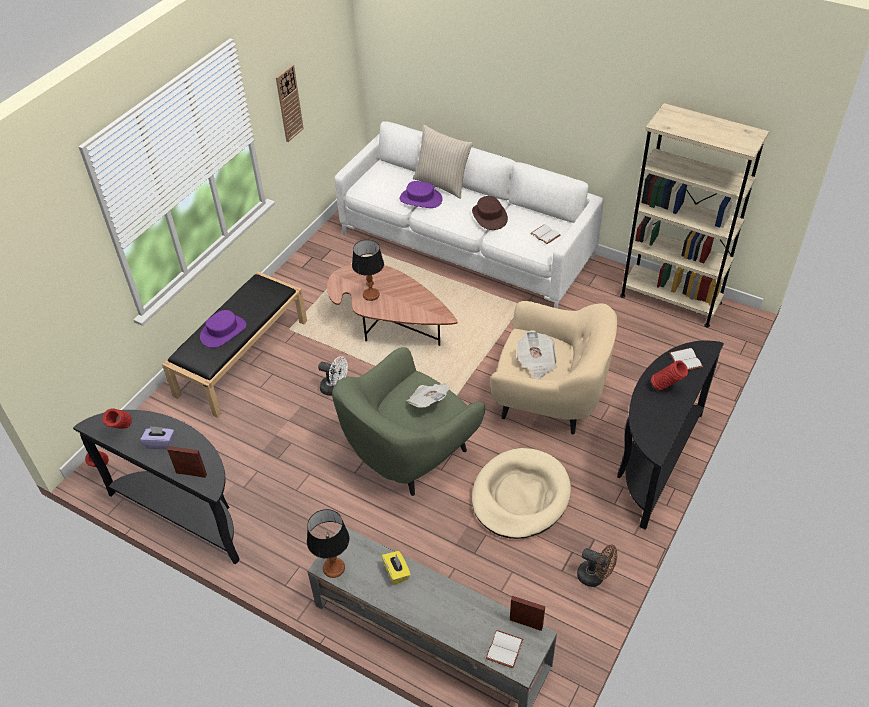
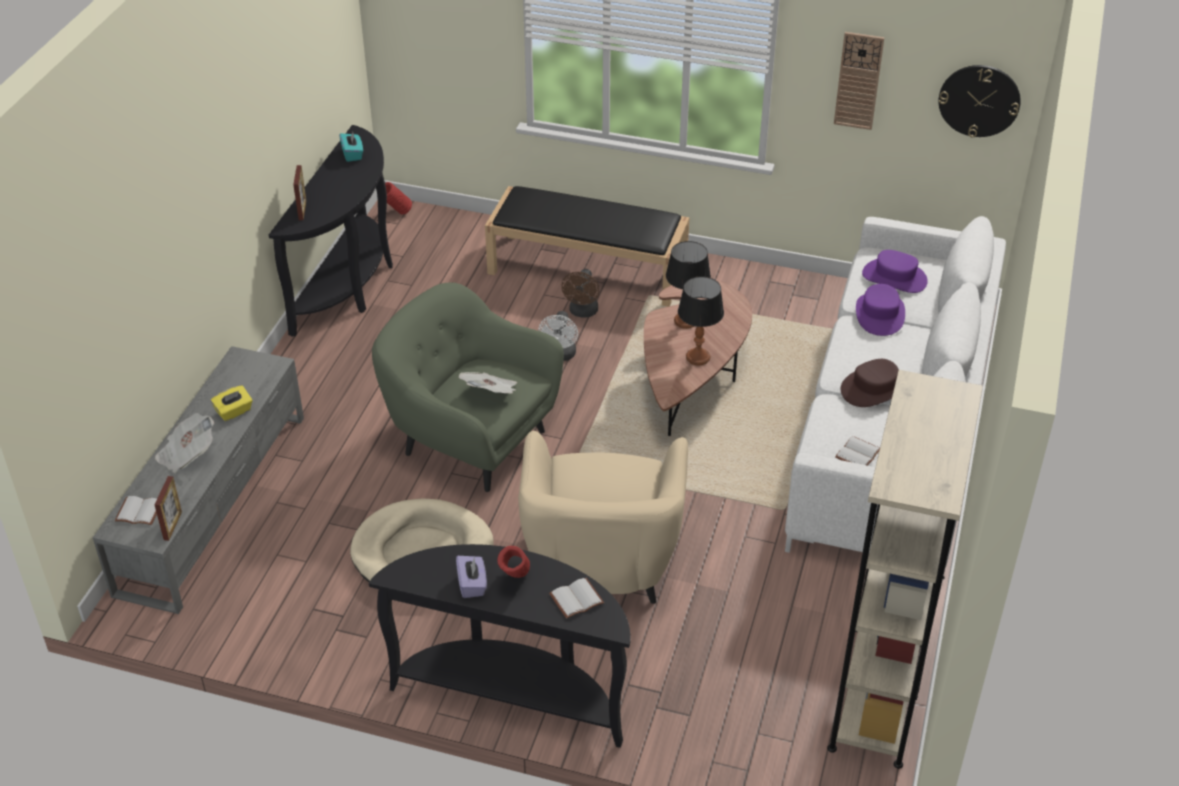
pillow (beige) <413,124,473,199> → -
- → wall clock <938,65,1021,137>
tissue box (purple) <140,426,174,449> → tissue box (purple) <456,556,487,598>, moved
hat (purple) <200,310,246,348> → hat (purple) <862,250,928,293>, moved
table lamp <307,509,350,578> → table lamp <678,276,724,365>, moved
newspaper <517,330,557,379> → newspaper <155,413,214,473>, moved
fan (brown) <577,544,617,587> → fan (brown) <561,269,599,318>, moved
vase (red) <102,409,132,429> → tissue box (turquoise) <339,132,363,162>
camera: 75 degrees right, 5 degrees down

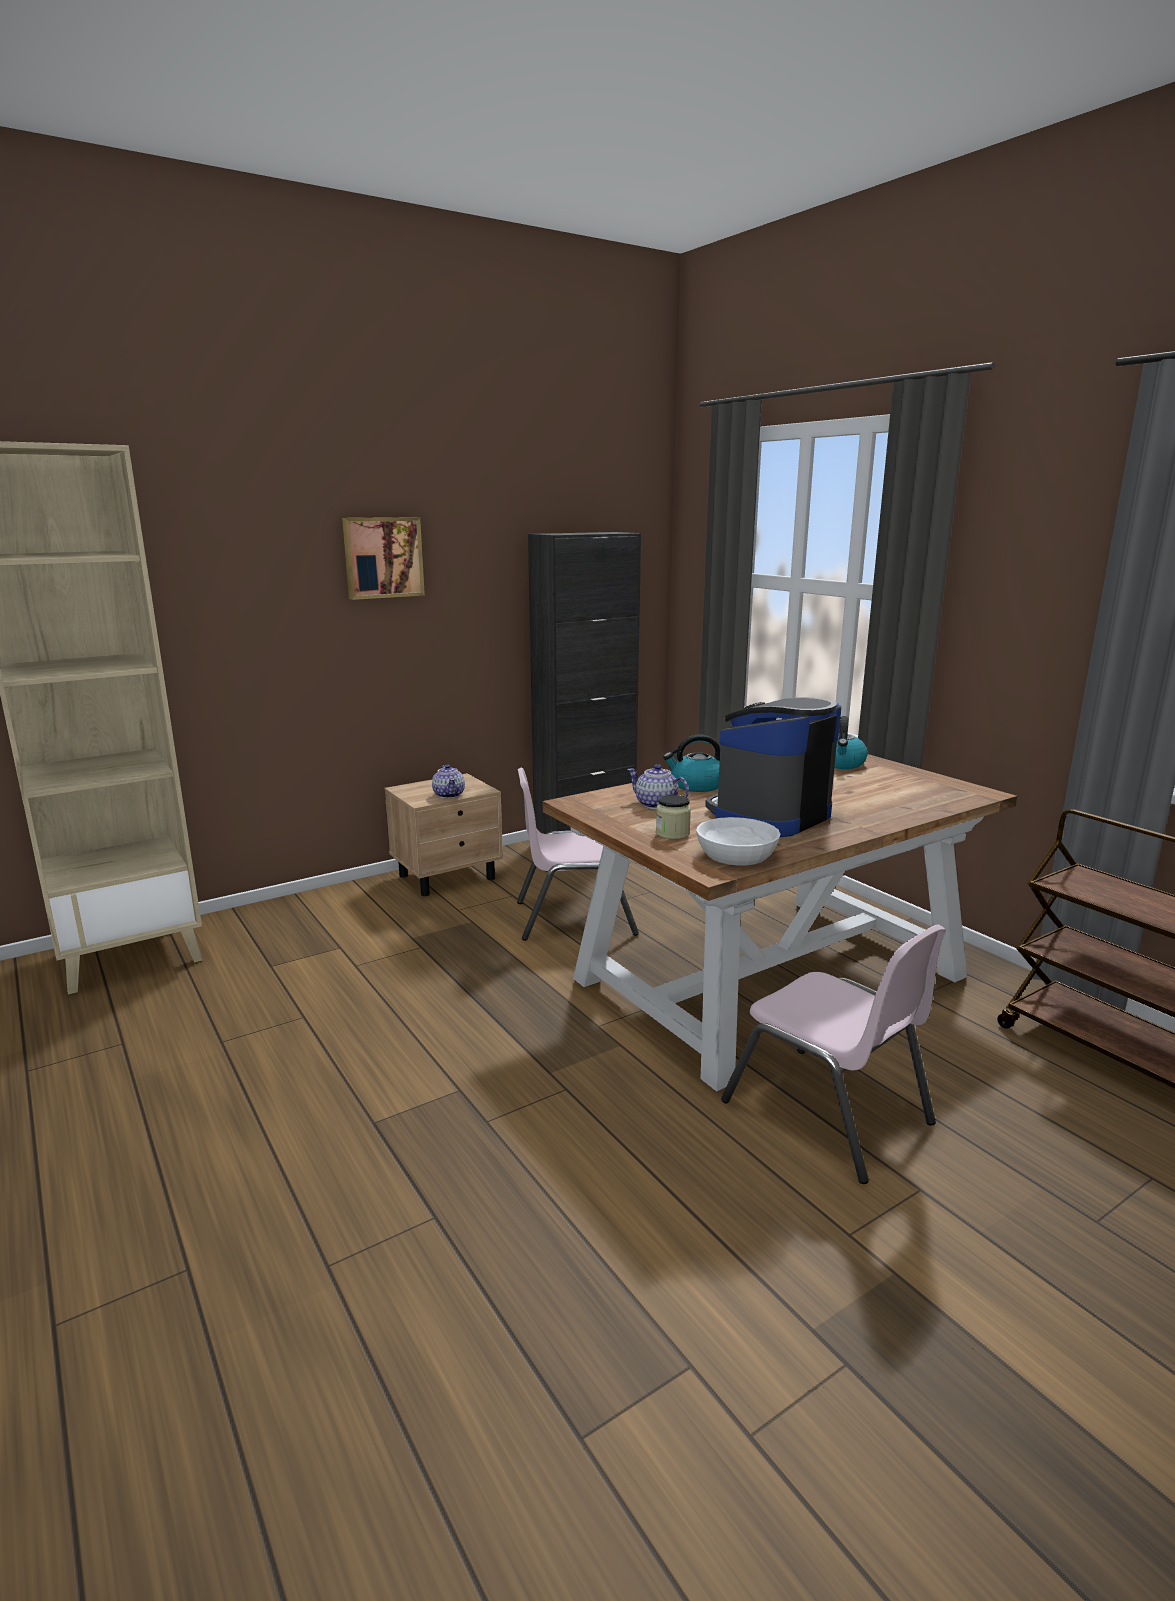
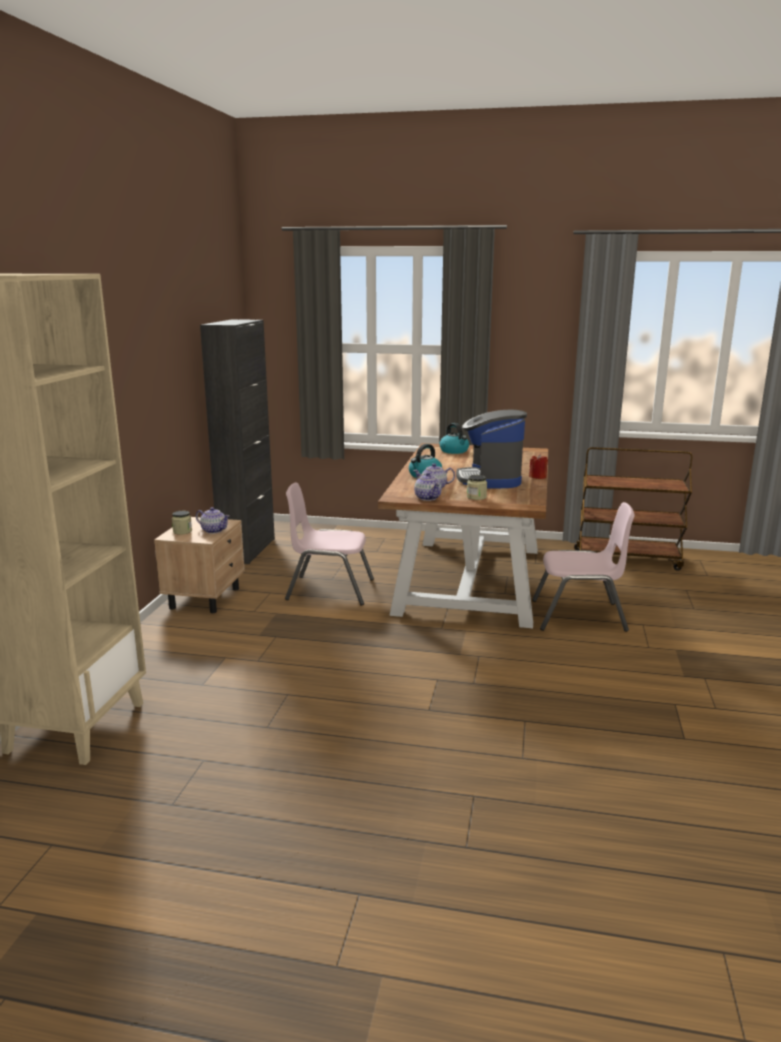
picture <342,517,425,600> → -
bowl (white) <696,817,781,865> → -
- → jar <172,511,192,535>
- → teapot <414,472,442,501>
- → candle (red) <529,454,548,479>
chair (pink) <517,767,639,941> → chair (pink) <285,482,374,606>, 60 degrees clockwise
camera: 45 degrees left, 0 degrees up

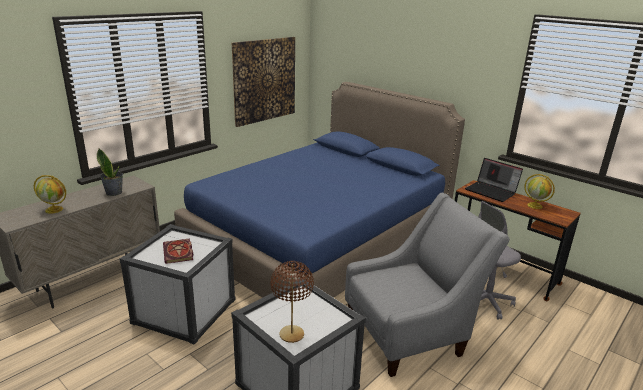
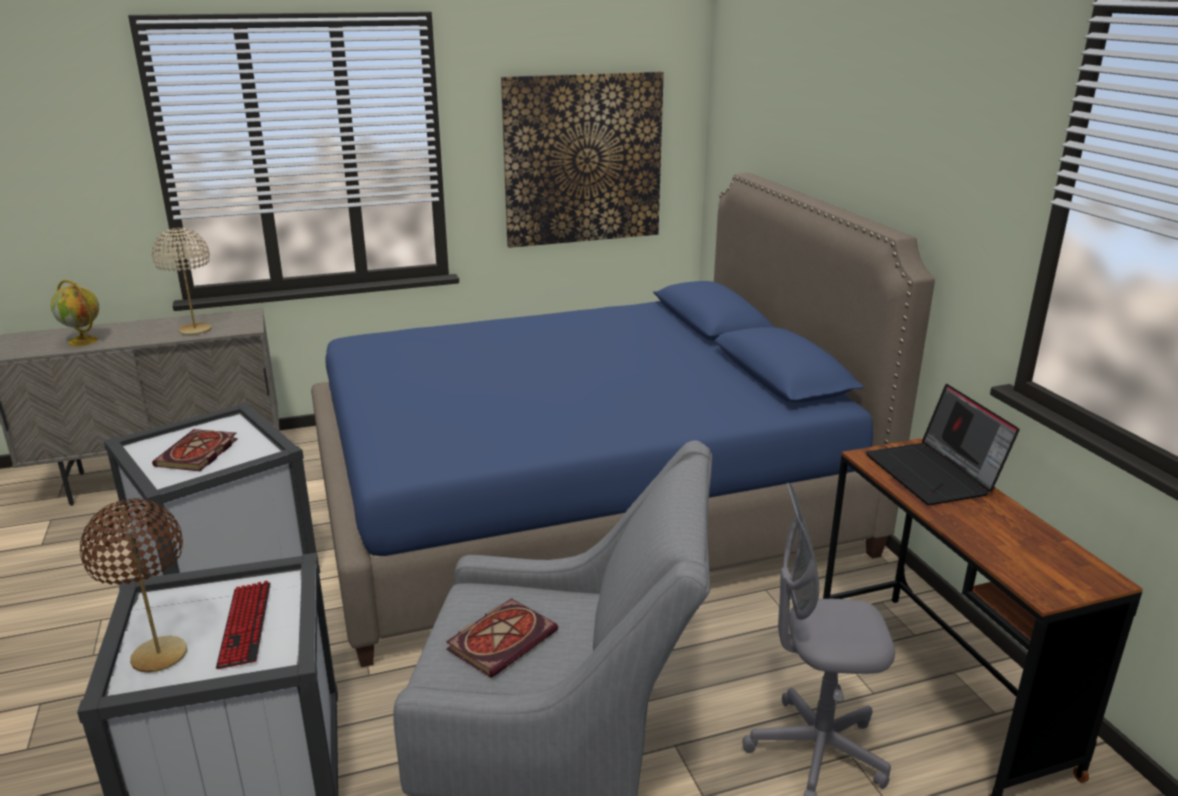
globe <524,174,555,209> → -
- → keyboard <216,581,270,669>
- → book <446,598,558,678>
potted plant <97,149,123,196> → table lamp (beige) <152,227,212,335>
camera: 30 degrees right, 0 degrees up

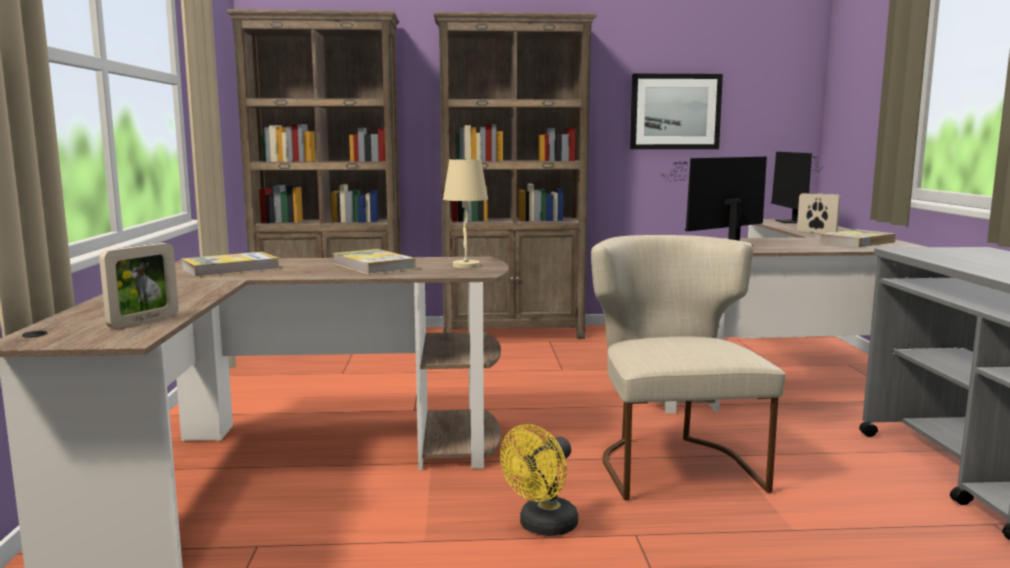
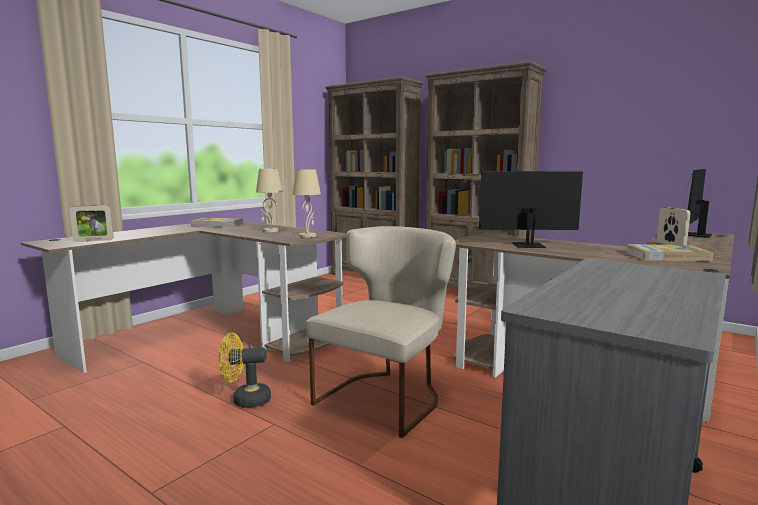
picture <630,74,723,149> → -
book <333,249,416,275> → table lamp (beige) <256,169,283,232>
camera: 40 degrees right, 0 degrees up

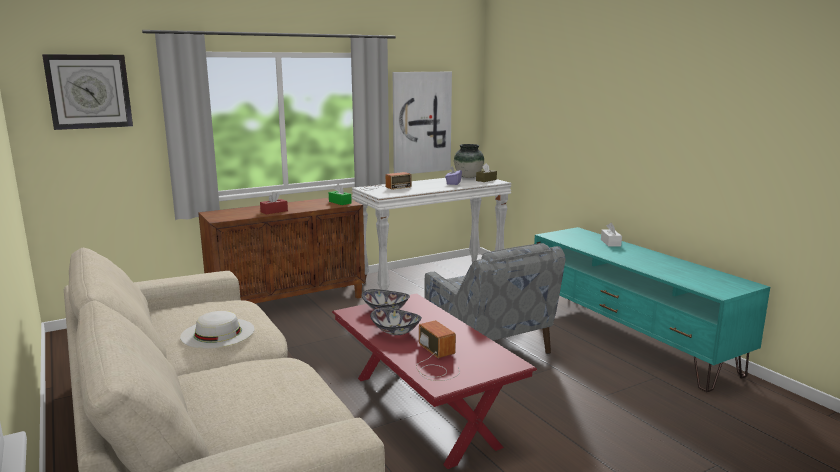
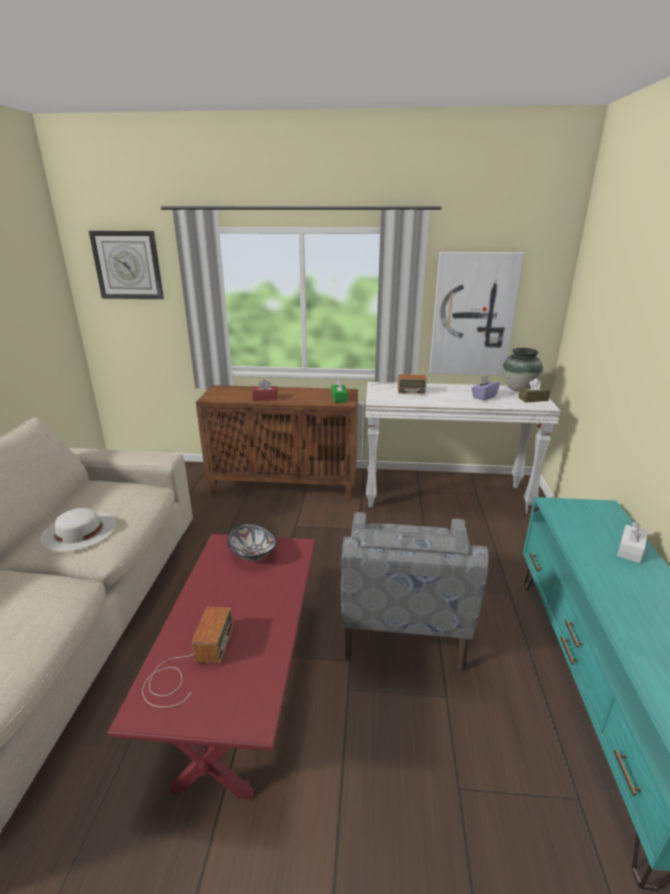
bowl <370,308,422,335> → -
camera: 35 degrees right, 10 degrees up

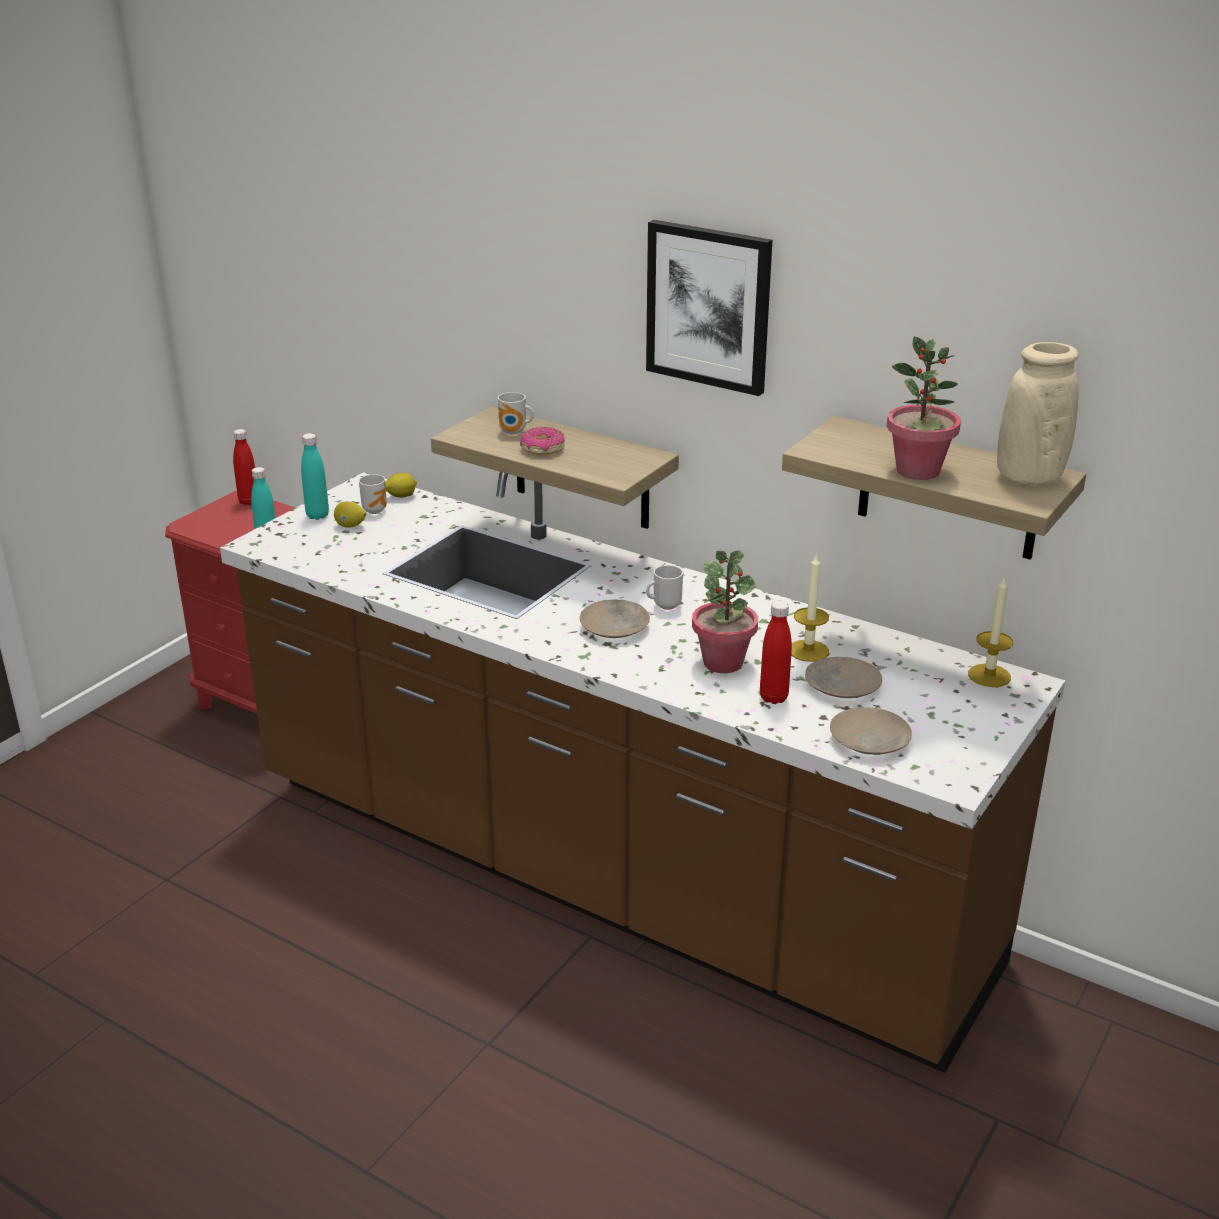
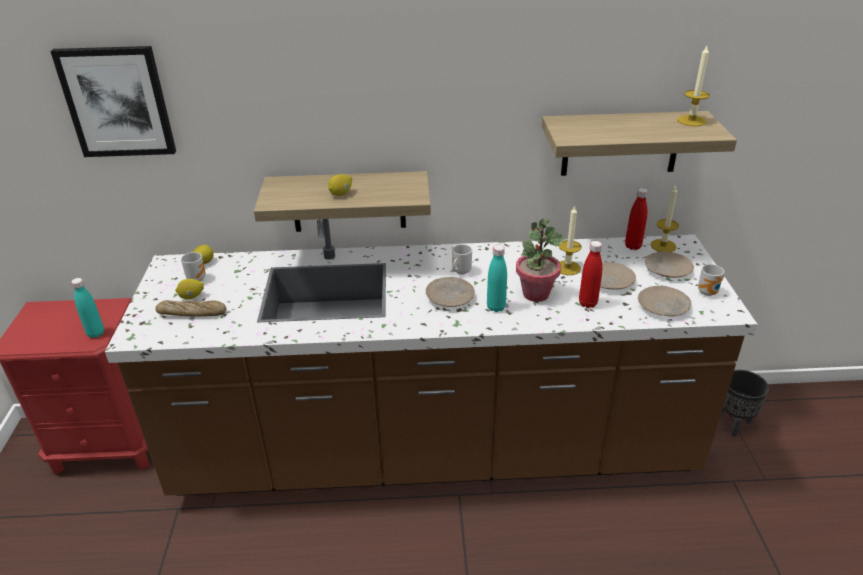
potted plant <887,336,961,480> → -
- → bread <155,300,226,316>
- → plate (beige) <645,252,694,278>
- → planter (black) <720,370,769,437>
bottle (red) <233,429,255,505> → bottle (red) <625,188,648,250>, moved
bottle (turquoise) <301,433,329,520> → bottle (turquoise) <487,245,507,312>, moved
mug <498,392,534,435> → mug <698,264,724,296>, moved
picture <646,220,772,396> → picture <50,46,176,157>, moved
donut <520,427,565,455> → lemon <328,174,352,196>
vase (beige) <997,342,1079,485> → candle <677,46,710,126>
camera: 35 degrees left, 5 degrees up

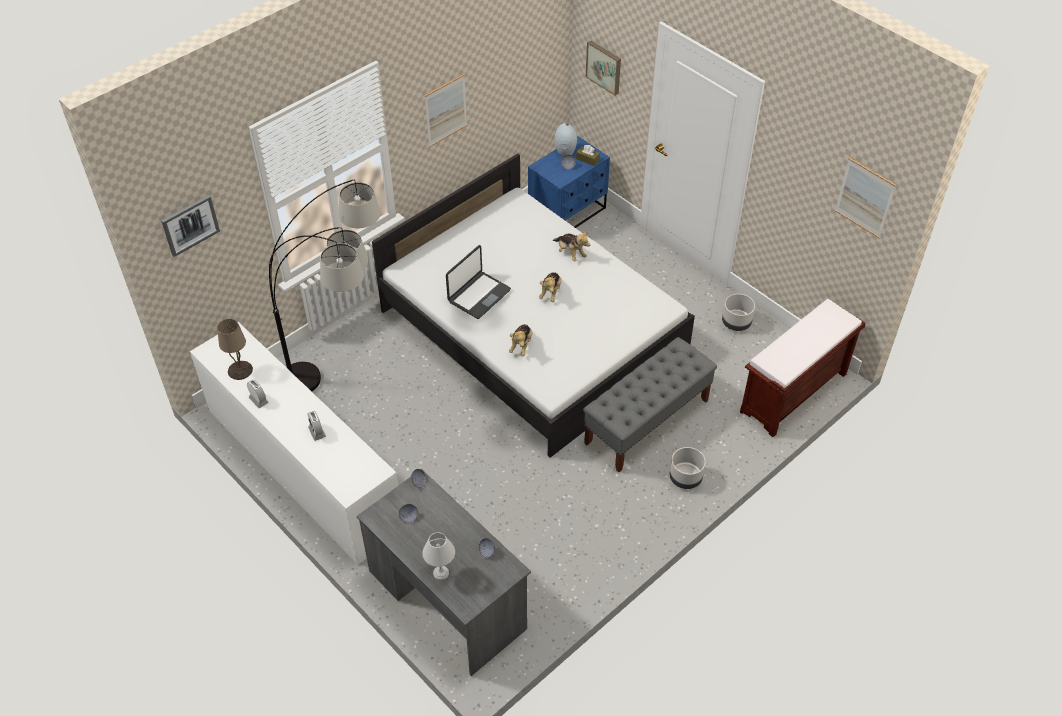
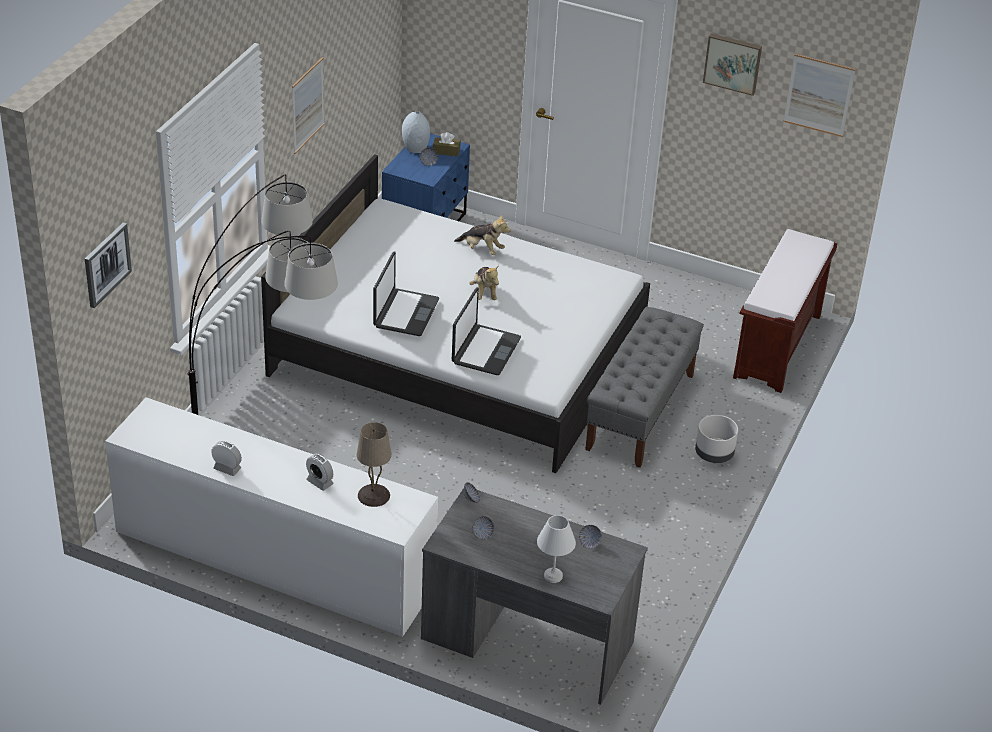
planter (grey) <722,294,755,331> → -
table lamp (beige) <217,319,253,380> → table lamp (beige) <357,422,391,507>, moved
picture <586,40,621,95> → picture <703,34,762,96>, moved
plush toy <509,324,532,356> → laptop <452,287,521,375>
camera: 25 degrees left, 10 degrees down

